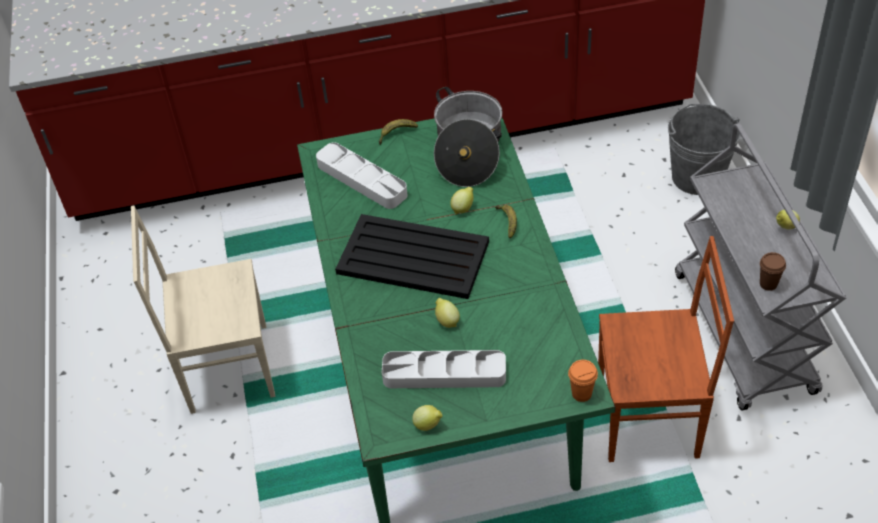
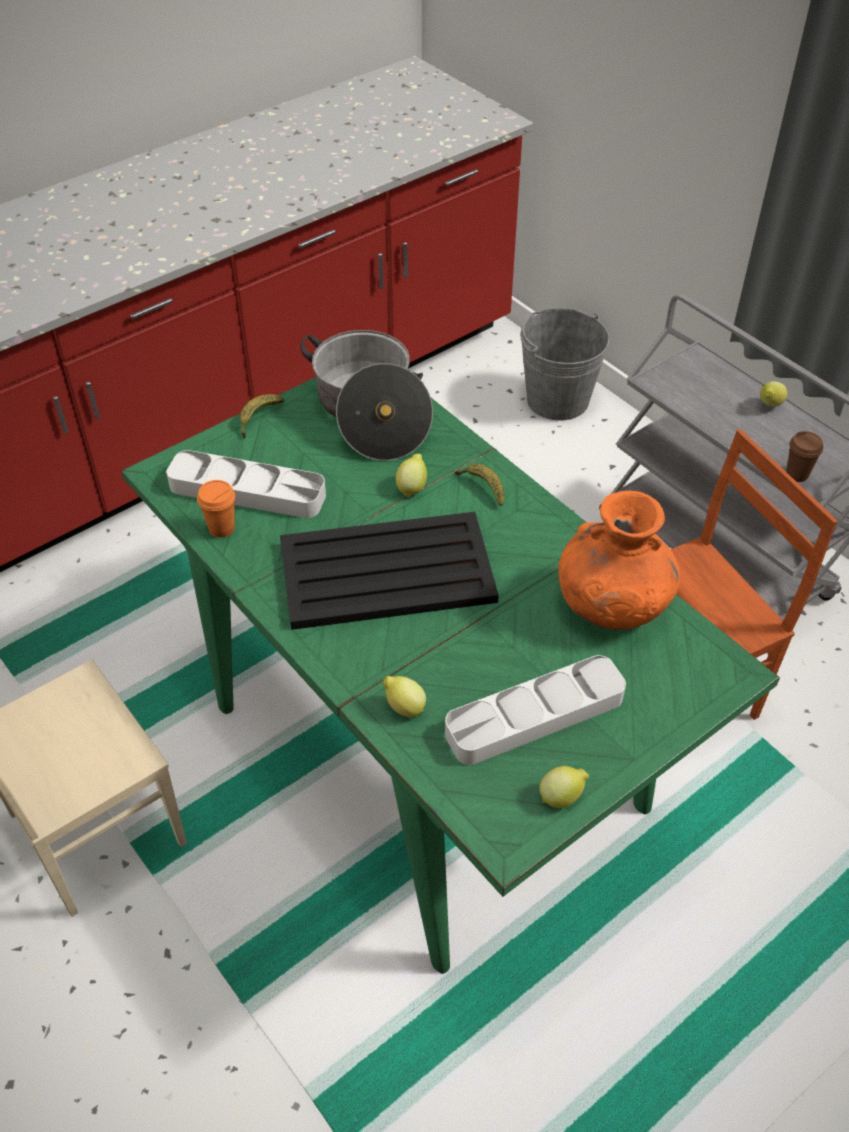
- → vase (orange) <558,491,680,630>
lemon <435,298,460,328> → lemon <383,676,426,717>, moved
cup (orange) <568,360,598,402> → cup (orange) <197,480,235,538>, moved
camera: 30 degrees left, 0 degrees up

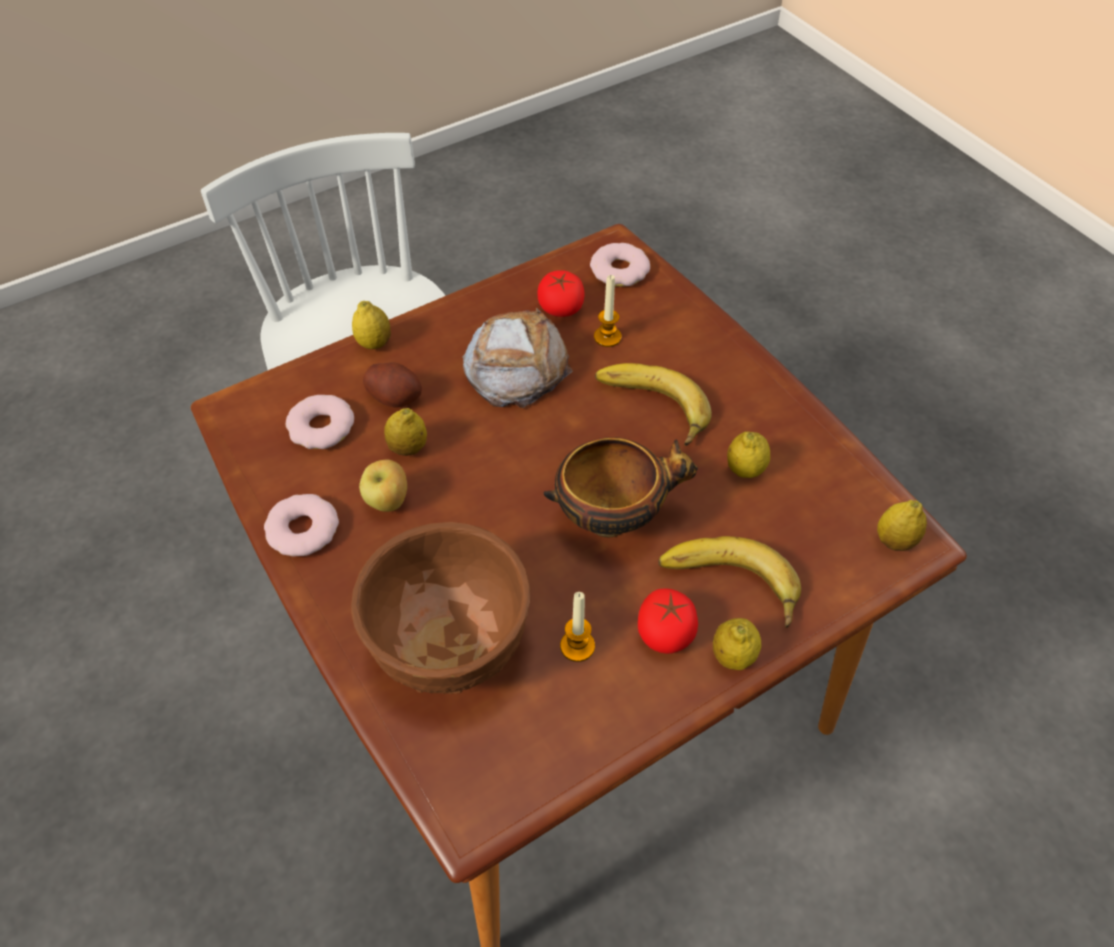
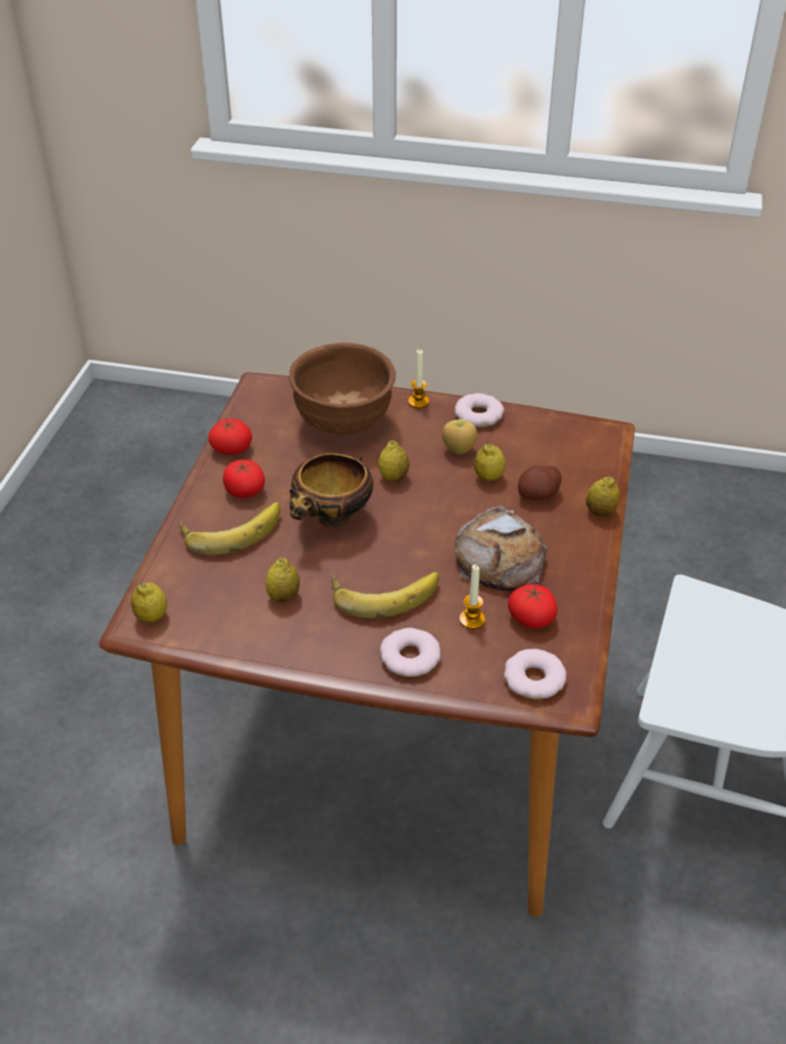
- → tomato <208,418,252,455>
donut <286,395,354,449> → donut <380,628,441,677>, moved
candle <560,592,595,662> → candle <408,349,429,408>, moved
lemon <713,618,761,670> → lemon <378,440,409,482>, moved
camera: 135 degrees right, 10 degrees down

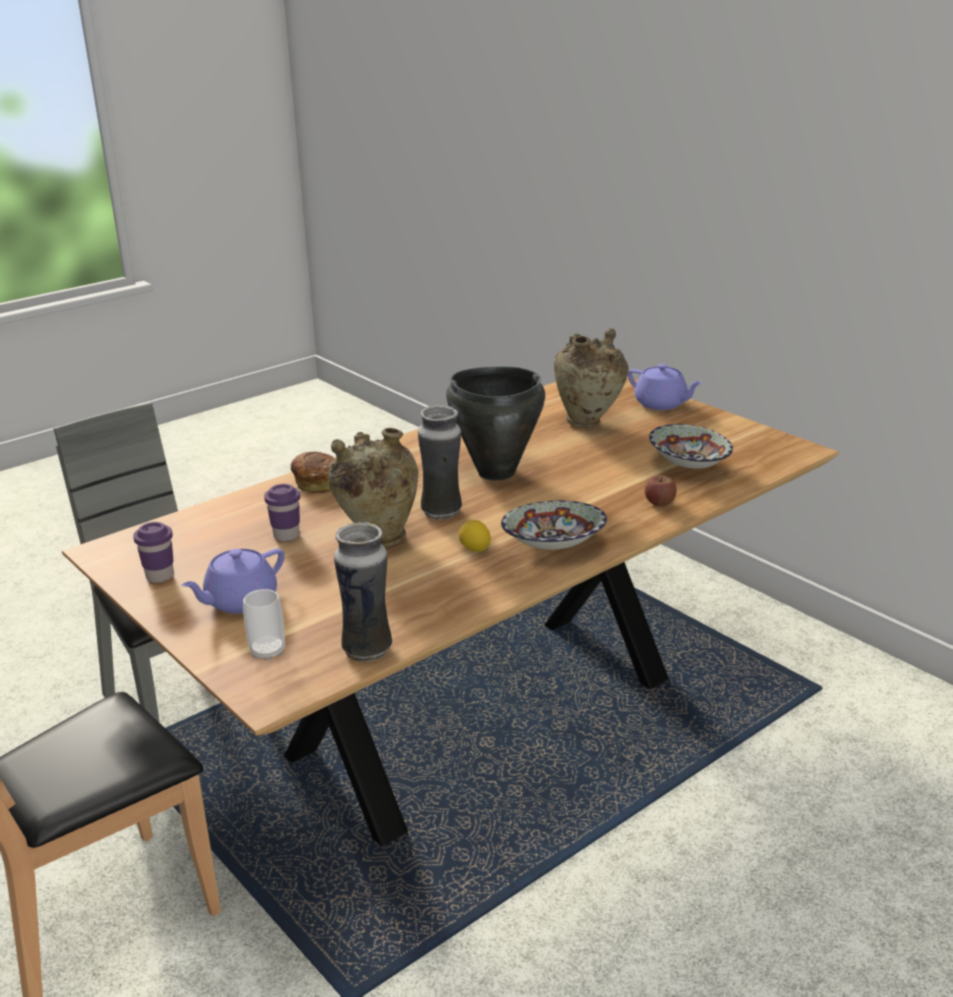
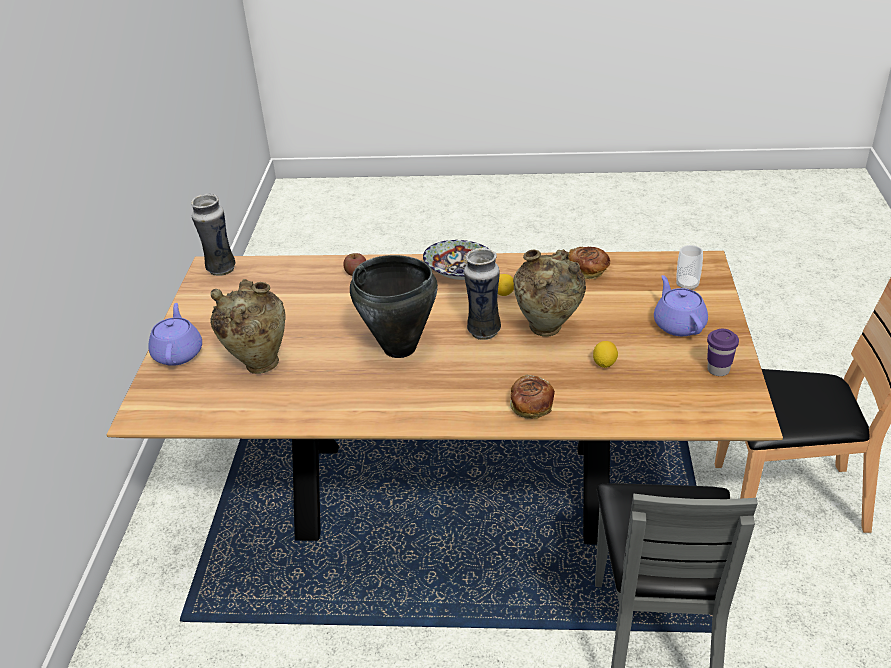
bowl <649,424,733,469> → -
- → bread <568,246,610,280>
vase <334,522,392,662> → vase <191,194,236,276>, moved
cup (purple) <264,484,300,541> → lemon <593,341,618,368>
teapot (purple) <181,549,285,614> → teapot (purple) <654,275,708,336>, 105 degrees counterclockwise
camera: 135 degrees left, 10 degrees up

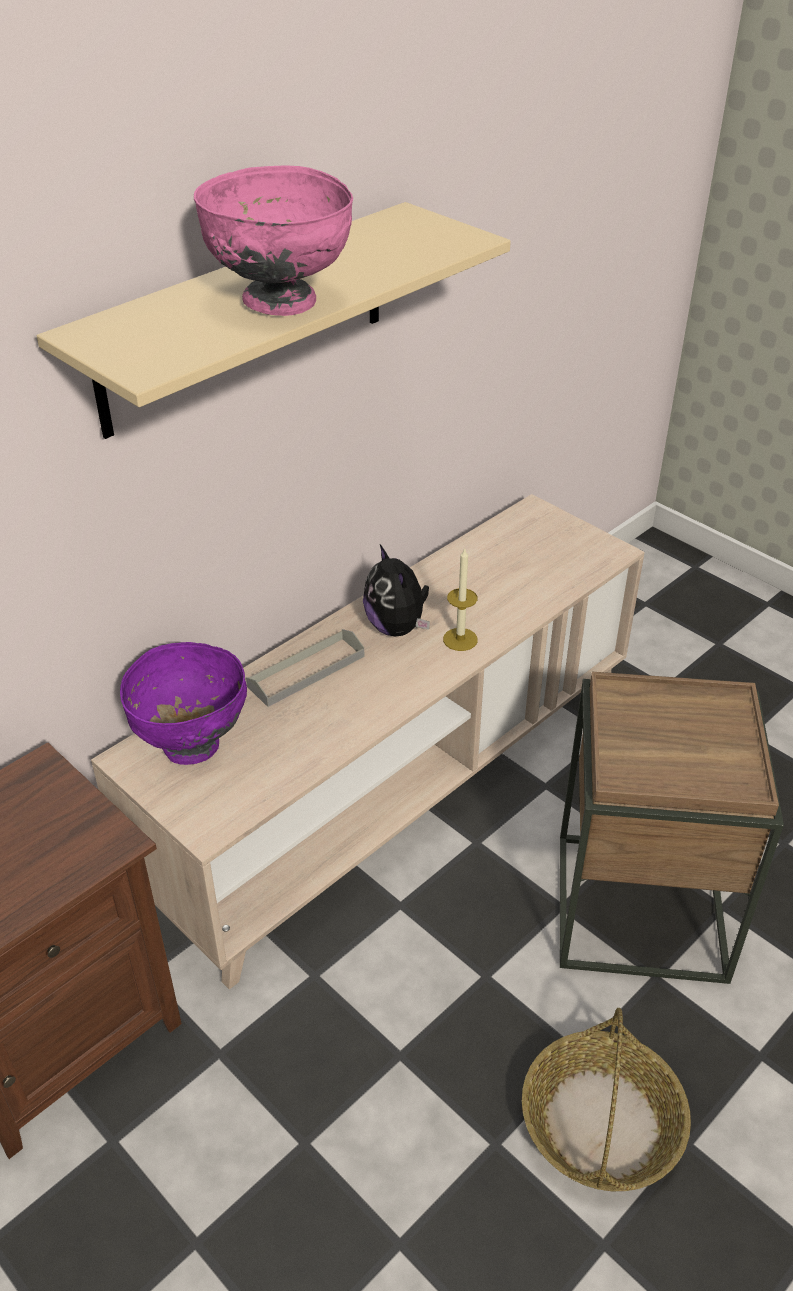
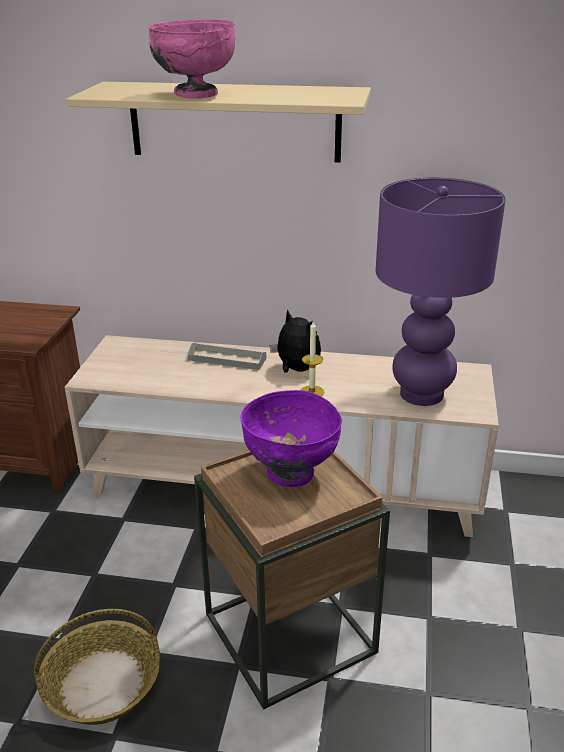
- → table lamp (purple) <376,178,506,406>
bowl (purple) <120,642,247,765> → bowl (purple) <240,390,342,487>, moved
plush toy <363,545,430,637> → plush toy <270,309,321,372>, 105 degrees clockwise
camera: 55 degrees right, 10 degrees down

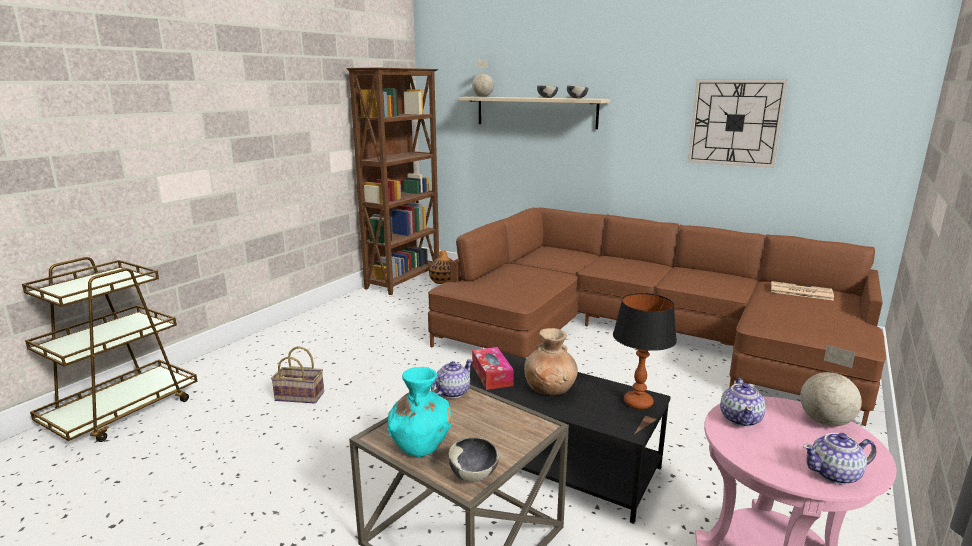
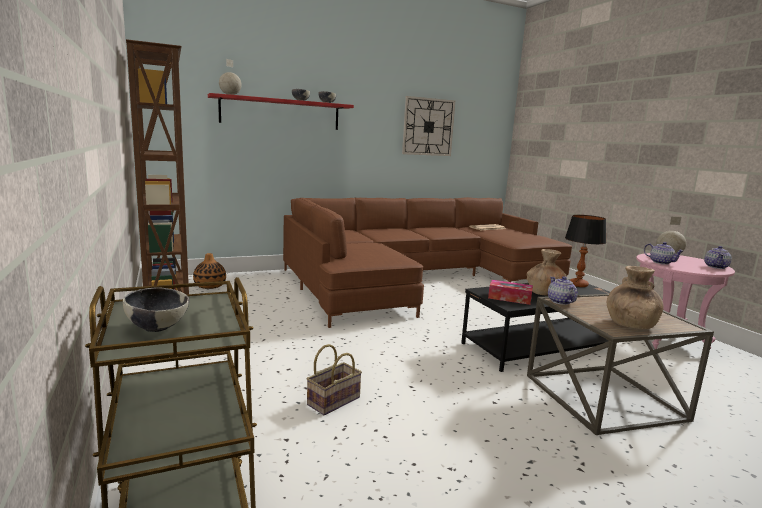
bowl <449,437,499,482> → bowl <123,288,189,332>, moved
vase (turquoise) <387,367,452,457> → vase (brown) <607,266,664,329>
shelf (beige) <458,97,610,129> → shelf (red) <208,93,354,130>
camera: 55 degrees left, 5 degrees down

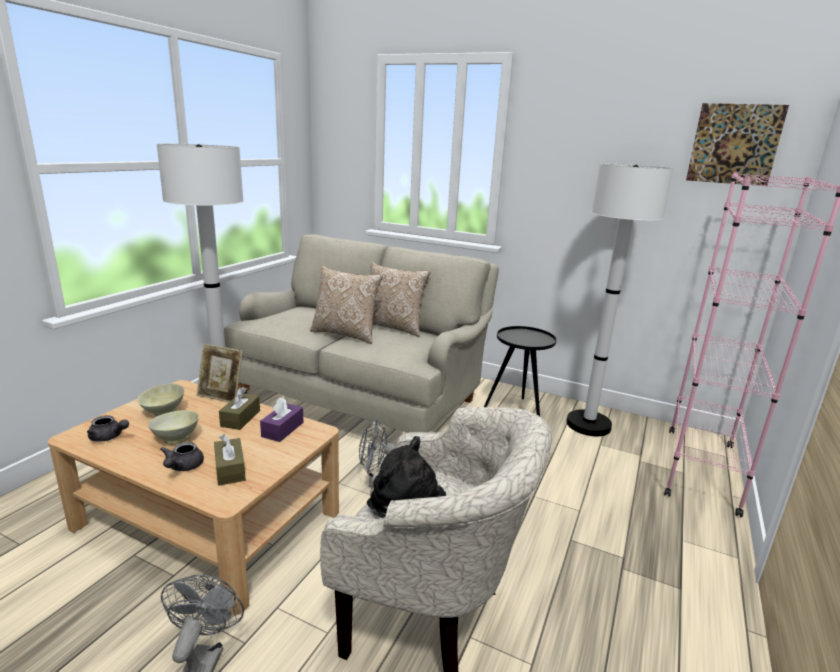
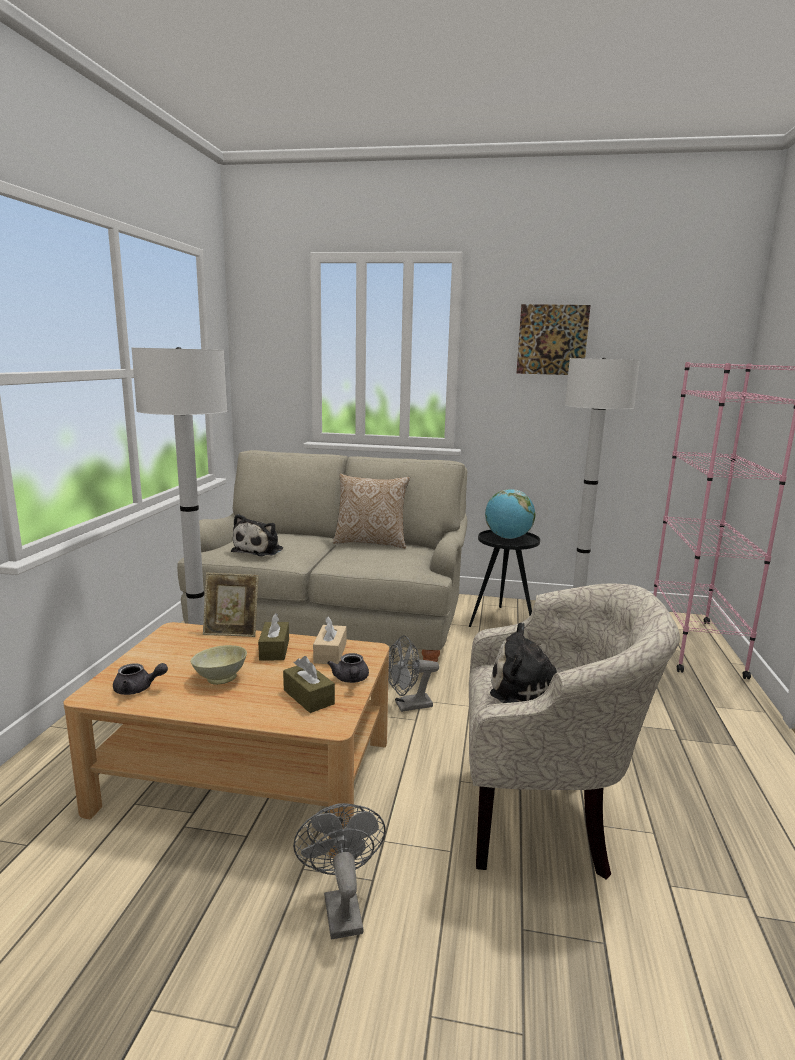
bowl (beige) <137,384,185,416> → -
pillow <310,266,383,344> → -
- → plush toy <231,514,283,556>
- → globe <485,489,535,539>
teapot (grey) <160,442,204,471> → teapot (grey) <327,653,369,683>, moved
picture <686,103,789,186> → picture <516,304,590,375>, moved
tissue box (purple) <260,397,304,442> → tissue box (beige) <313,616,346,664>
camera: 15 degrees left, 5 degrees down

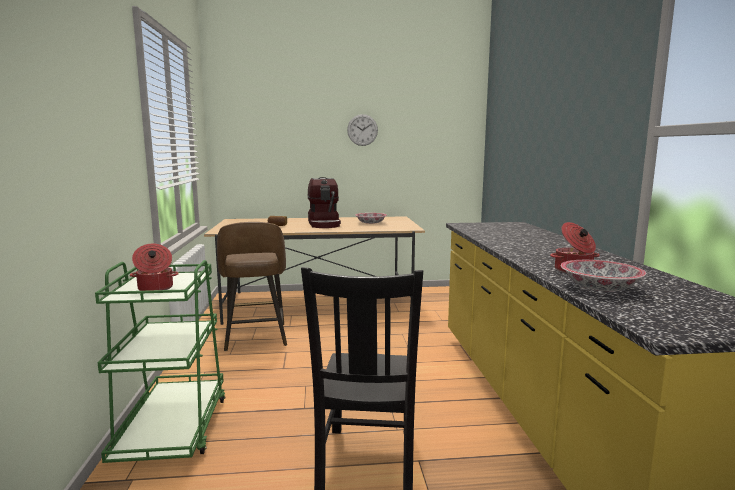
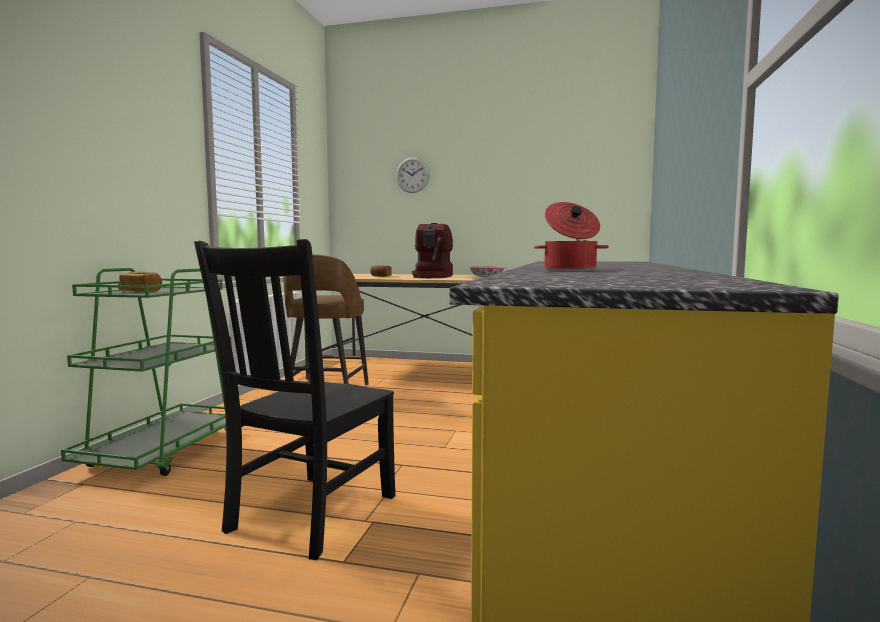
bowl <561,260,646,291> → -
wall clock <347,114,378,146> → wall clock <396,157,430,193>, moved
cooking pot <130,244,179,291> → bread <119,272,162,292>
camera: 20 degrees right, 5 degrees down

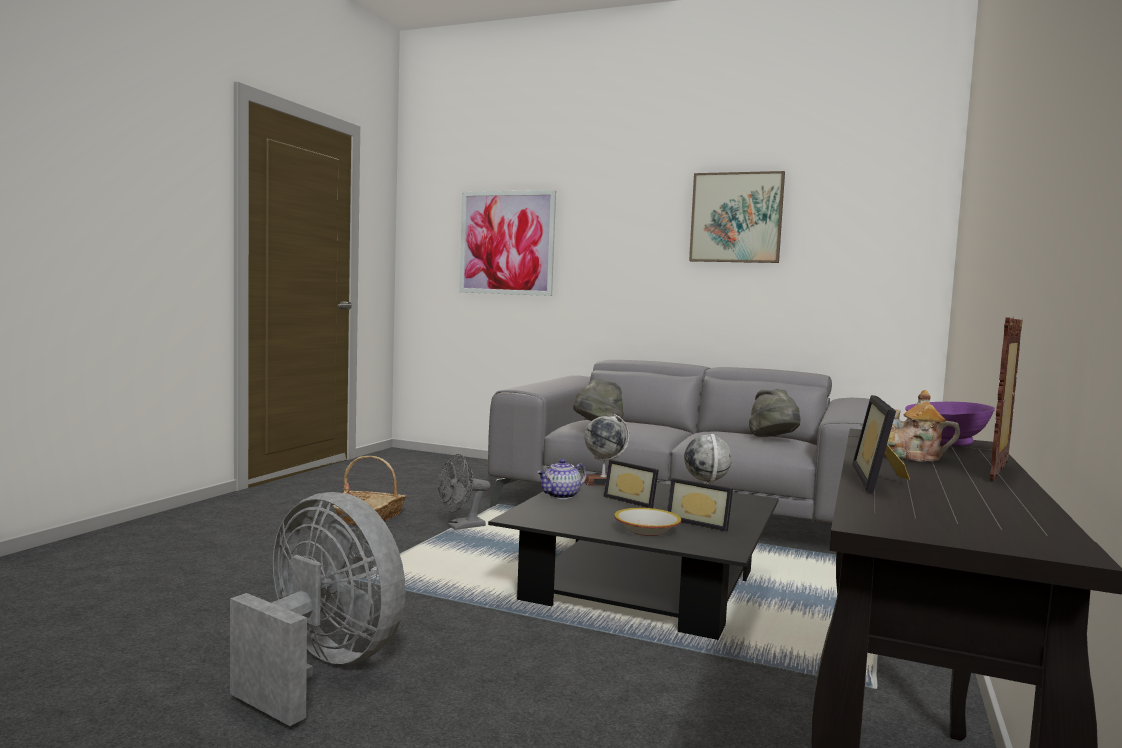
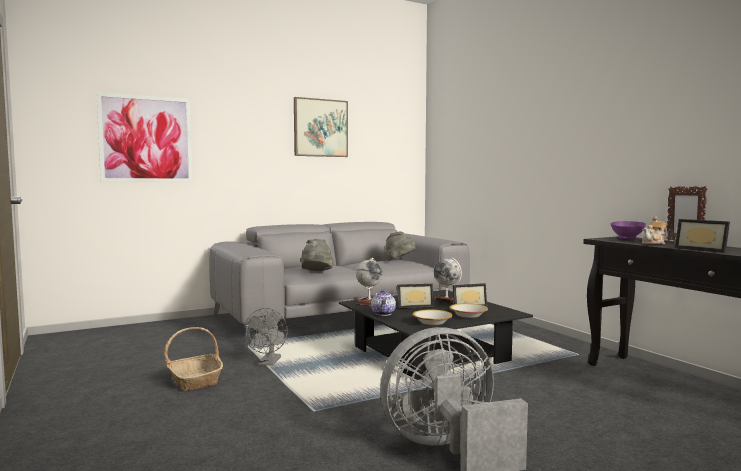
- → bowl <412,310,453,325>
camera: 50 degrees left, 0 degrees up

